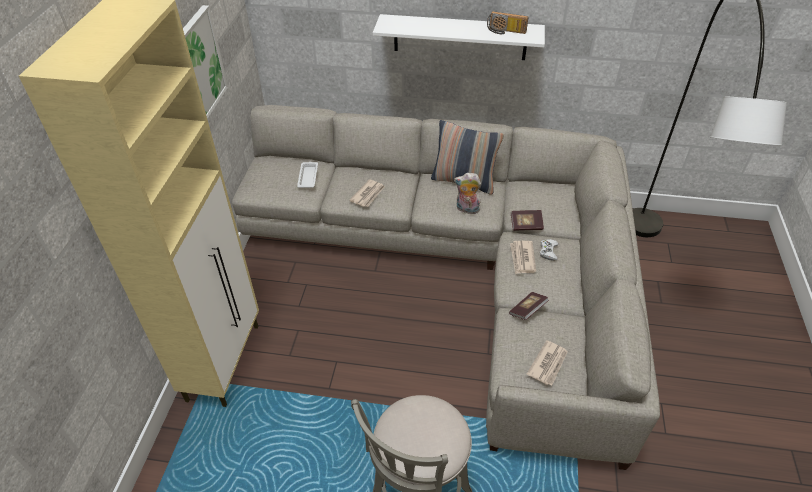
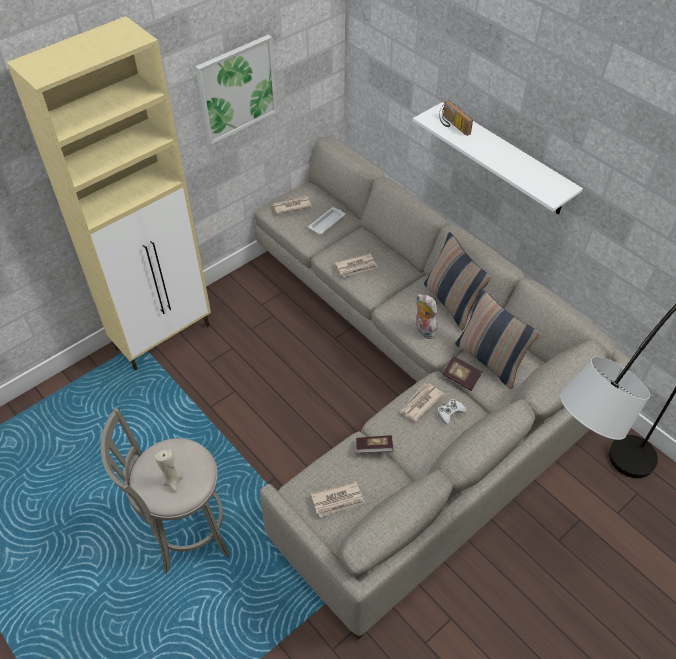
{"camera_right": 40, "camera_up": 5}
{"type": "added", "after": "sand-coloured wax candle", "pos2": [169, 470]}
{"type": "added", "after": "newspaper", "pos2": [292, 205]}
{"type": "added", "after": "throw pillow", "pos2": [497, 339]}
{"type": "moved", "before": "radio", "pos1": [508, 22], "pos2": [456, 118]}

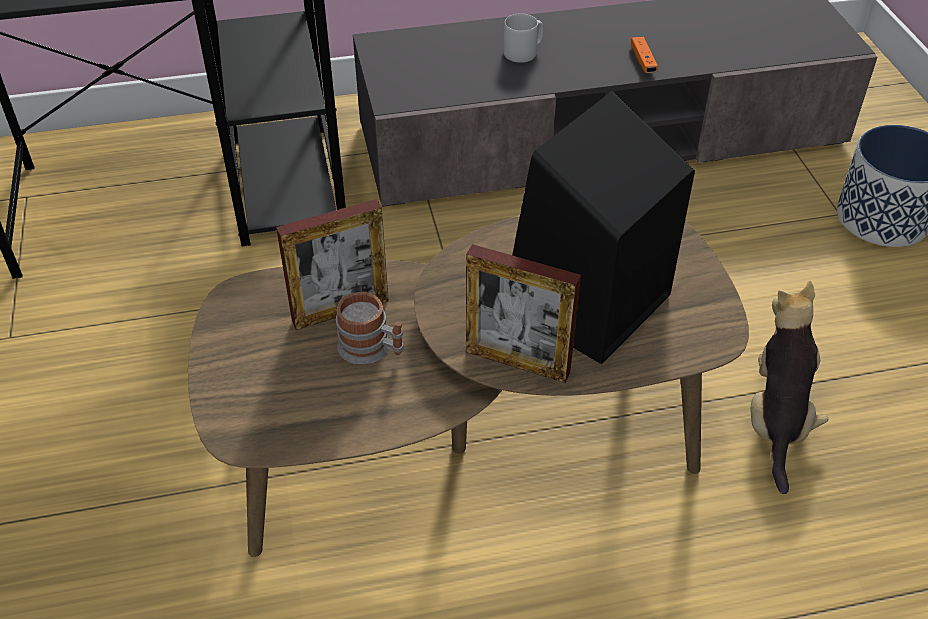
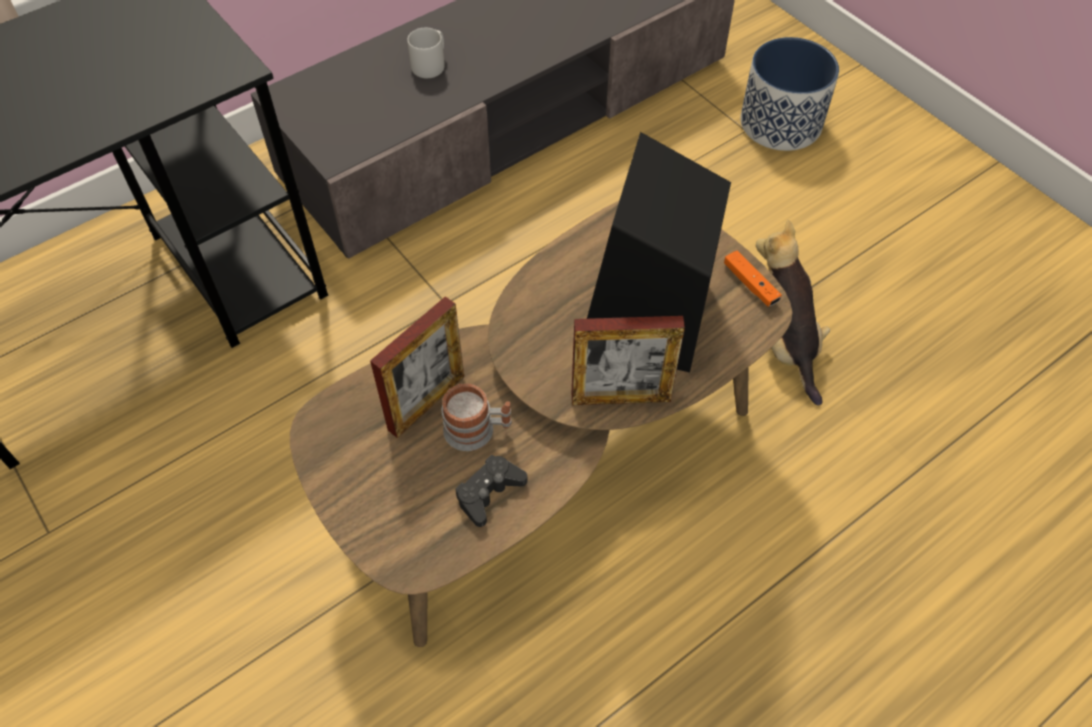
{"camera_right": -25, "camera_up": 10}
{"type": "added", "after": "blackish game controller", "pos2": [492, 491]}
{"type": "moved", "before": "orangey game controller", "pos1": [644, 55], "pos2": [753, 278]}

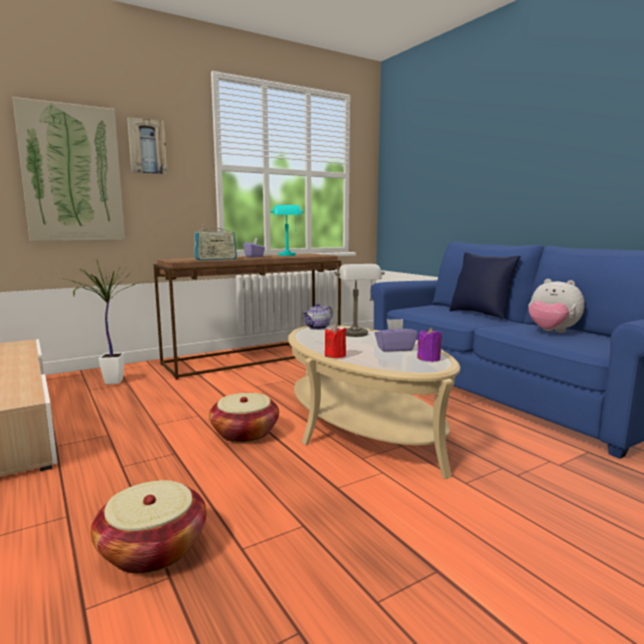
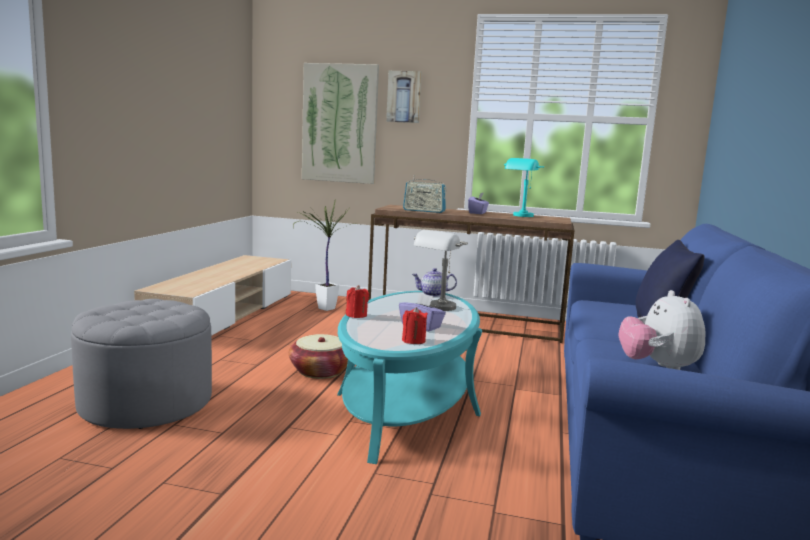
{"camera_right": 45, "camera_up": 0}
{"type": "replaced", "before": "storage basket", "after": "gray footrest", "pos1": [148, 527], "pos2": [141, 364]}
{"type": "recoloured", "before": "sand-coloured low table", "after": "blue-green low table", "pos1": [374, 402], "pos2": [409, 377]}
{"type": "recoloured", "before": "purplish wax candle", "after": "red wax candle", "pos1": [429, 345], "pos2": [415, 325]}

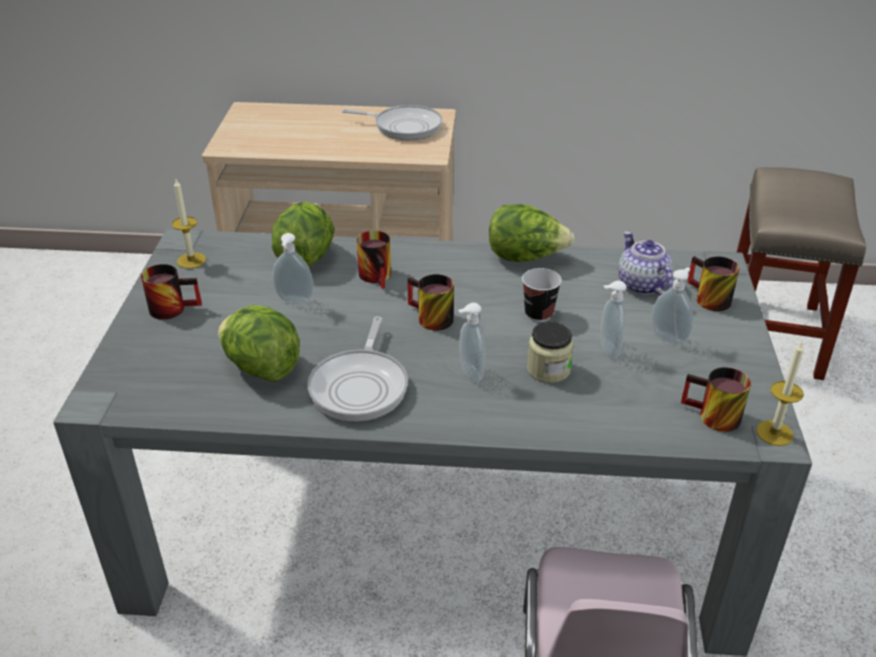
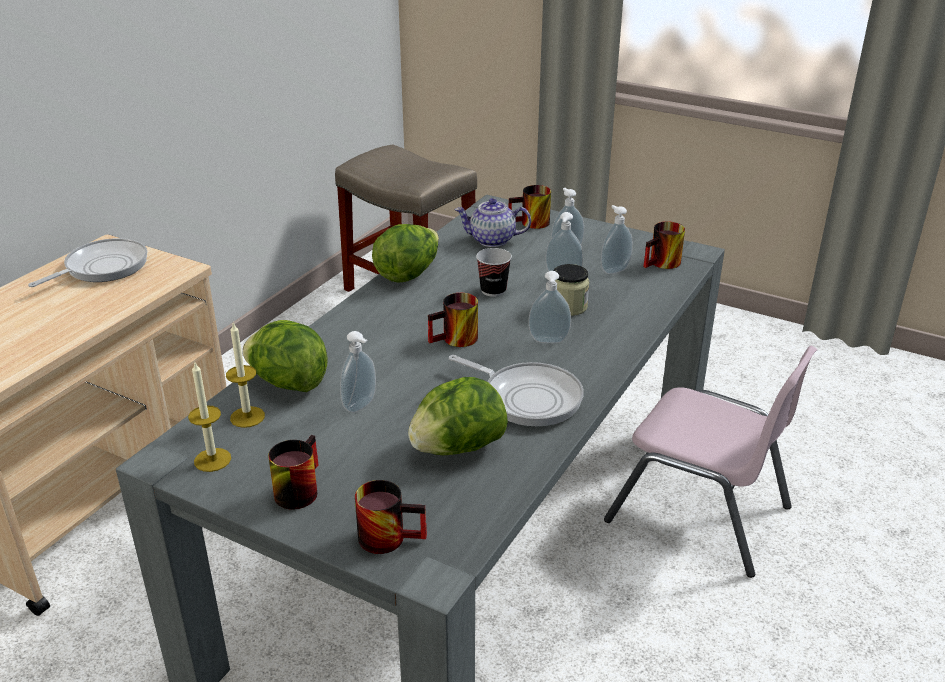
{"camera_right": -65, "camera_up": -5}
{"type": "added", "after": "soap bottle", "pos2": [617, 239]}
{"type": "moved", "before": "mug", "pos1": [374, 259], "pos2": [391, 517]}
{"type": "moved", "before": "wax candle", "pos1": [780, 394], "pos2": [245, 375]}

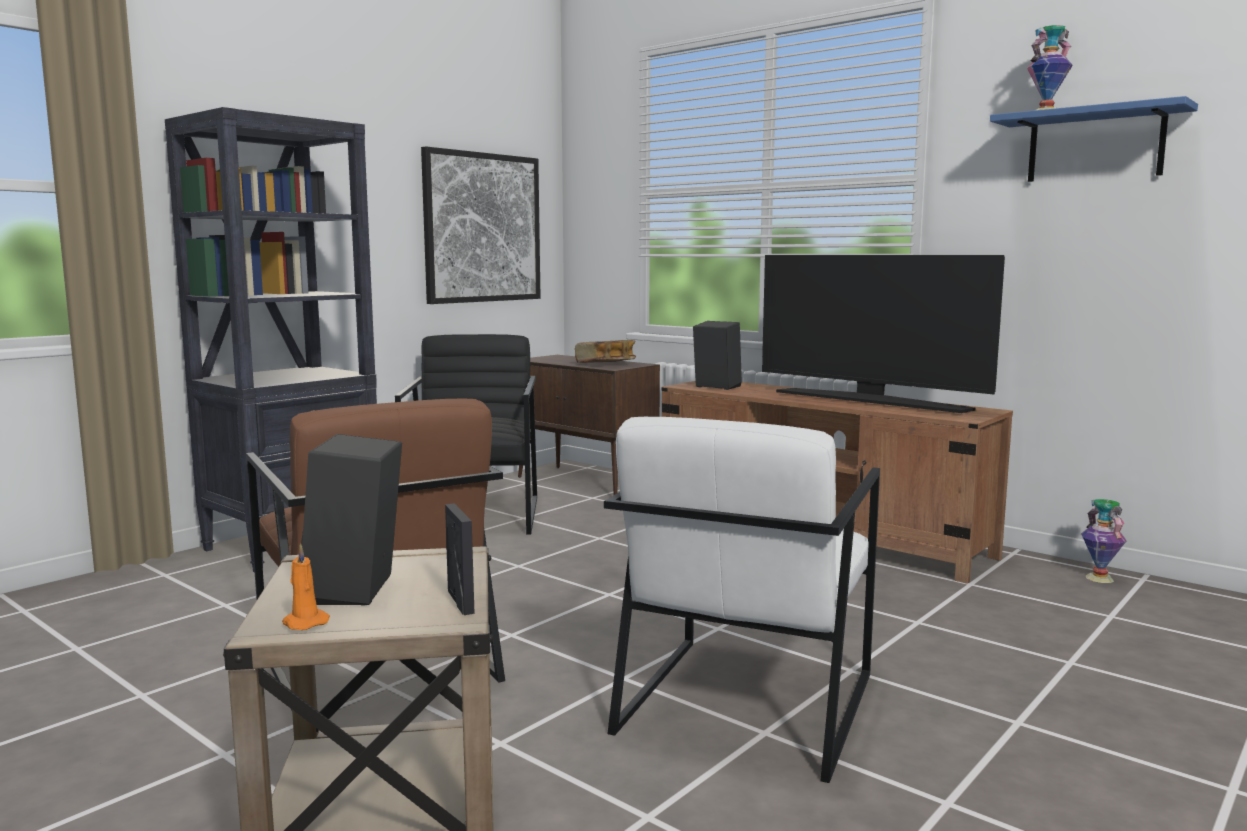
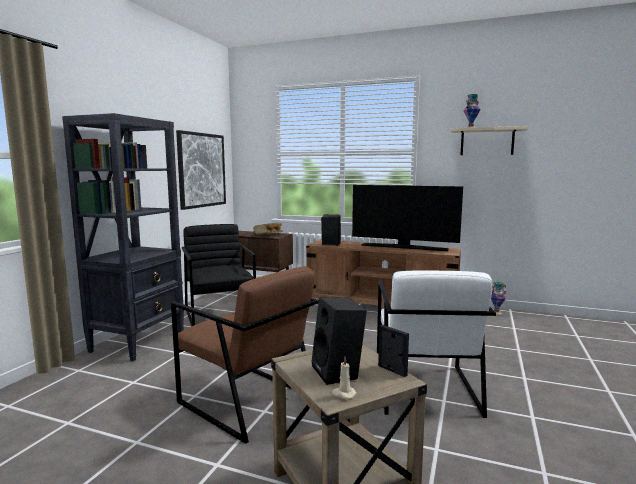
{"camera_right": -20, "camera_up": 0}
{"type": "recoloured", "before": "orangey wax candle", "after": "sand-coloured wax candle", "pos1": [306, 586], "pos2": [344, 378]}
{"type": "recoloured", "before": "blue-coloured wall shelf", "after": "sand-coloured wall shelf", "pos1": [1094, 139], "pos2": [489, 140]}

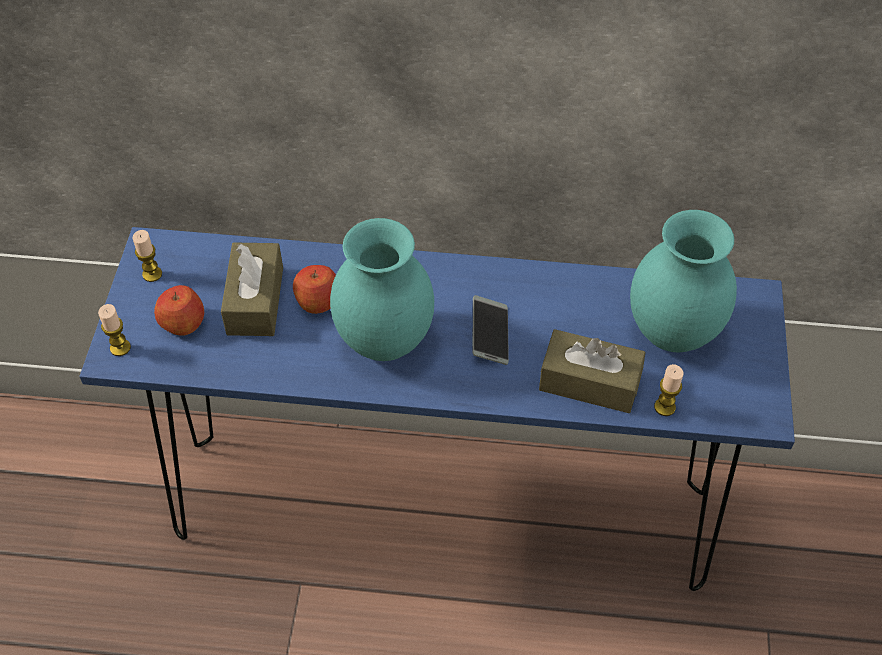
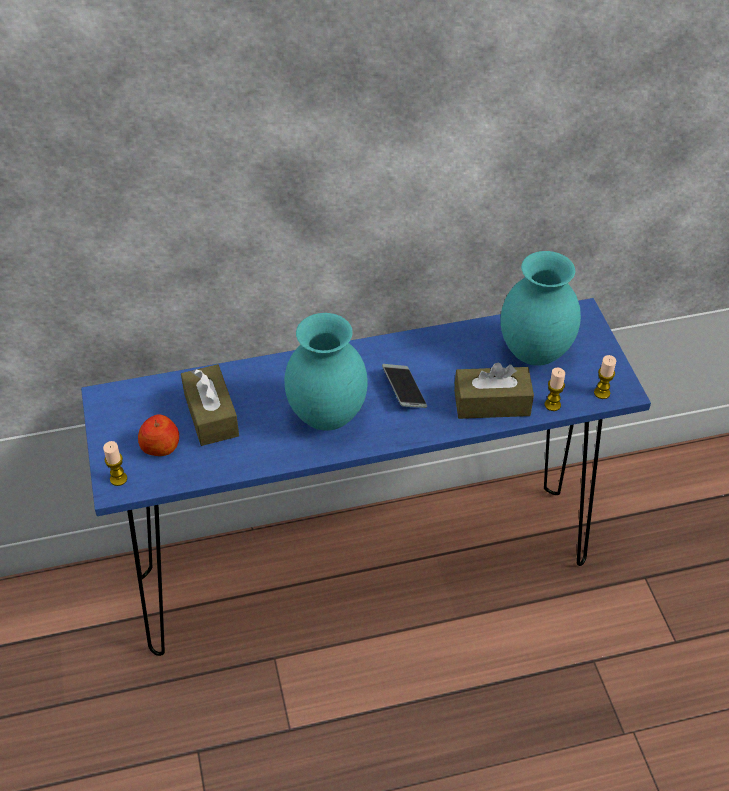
{"camera_right": -20, "camera_up": -5}
{"type": "removed", "before": "whole apple", "pos1": [314, 289]}
{"type": "moved", "before": "wax candle", "pos1": [147, 256], "pos2": [605, 377]}

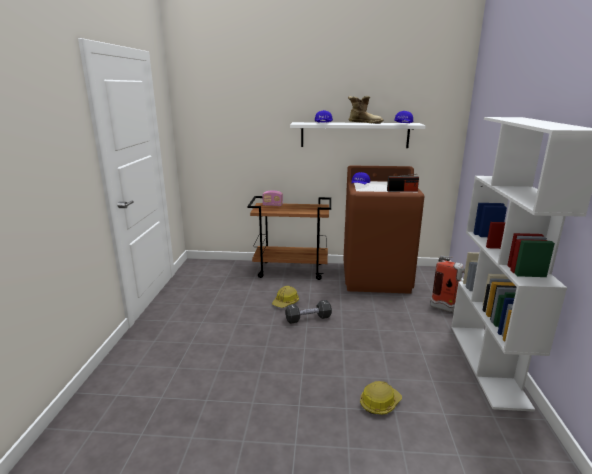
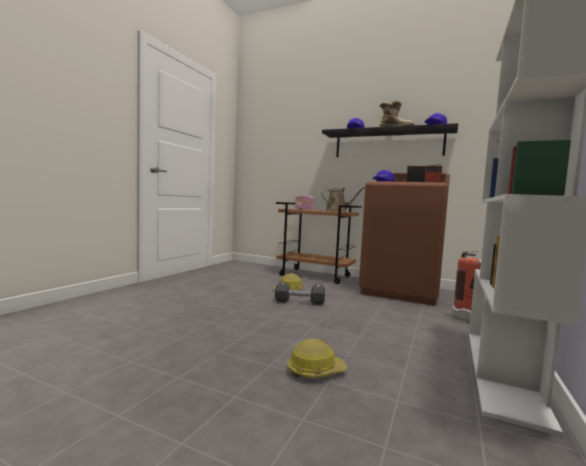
{"camera_right": 20, "camera_up": -15}
{"type": "added", "after": "brown watering can", "pos2": [343, 199]}
{"type": "recoloured", "before": "white wall shelf", "after": "blackish wall shelf", "pos1": [358, 135], "pos2": [390, 140]}

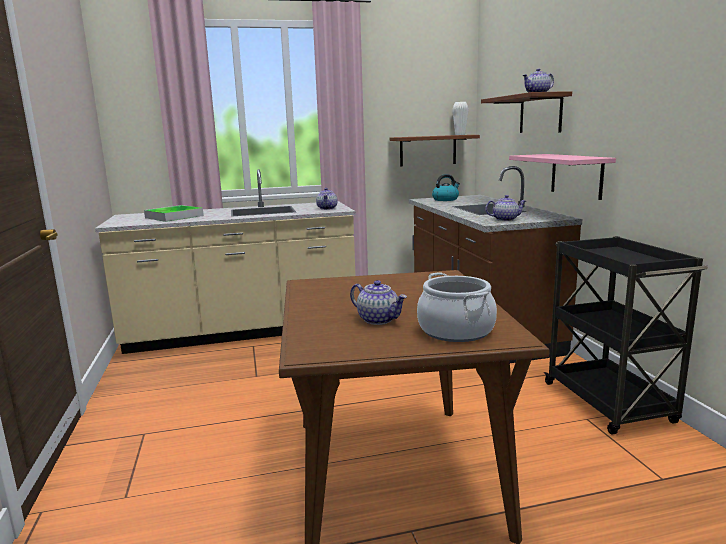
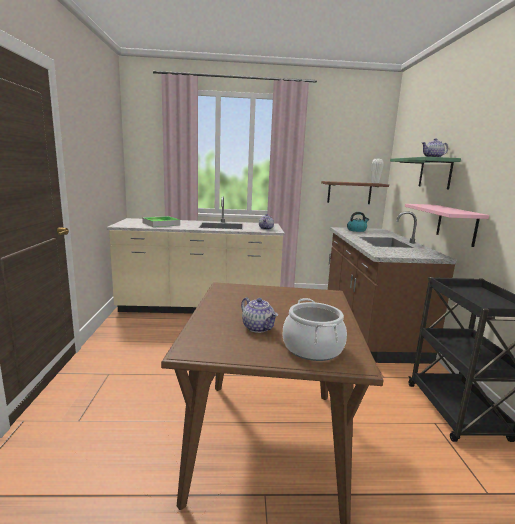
{"camera_right": 10, "camera_up": 0}
{"type": "removed", "before": "pot for tea", "pos1": [505, 208]}
{"type": "recoloured", "before": "brown wall shelf", "after": "green-coloured wall shelf", "pos1": [526, 112], "pos2": [425, 173]}

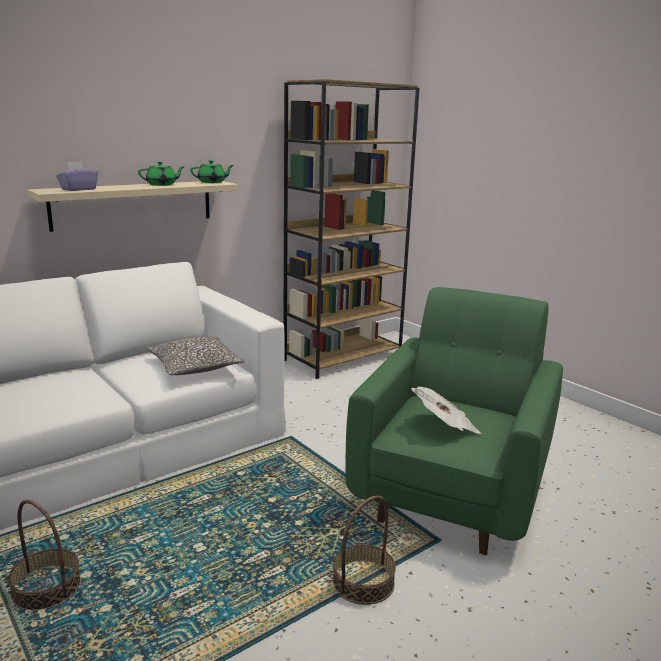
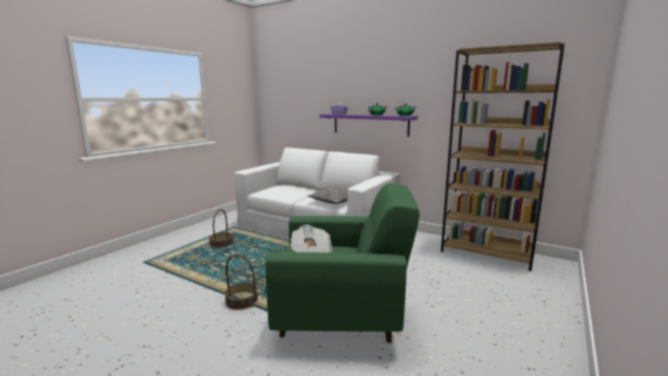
{"camera_right": 70, "camera_up": -5}
{"type": "recoloured", "before": "sand-coloured wall shelf", "after": "purplish wall shelf", "pos1": [132, 206], "pos2": [369, 125]}

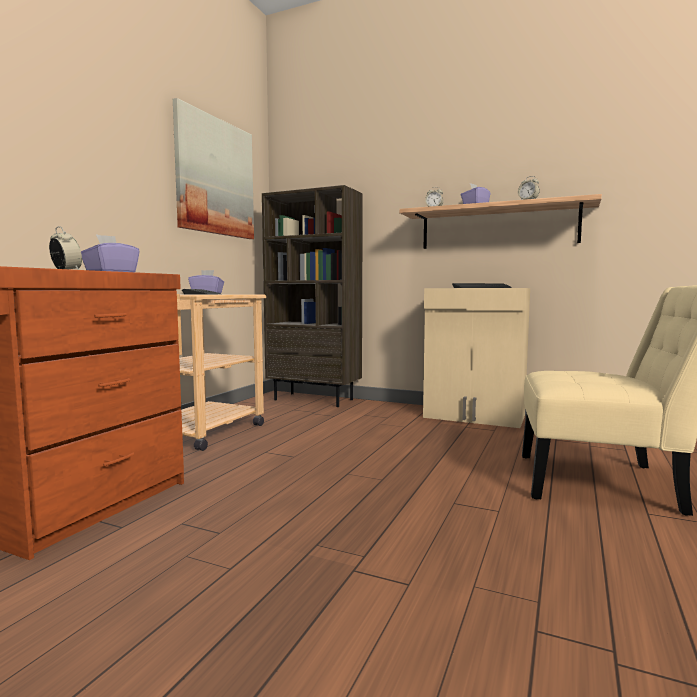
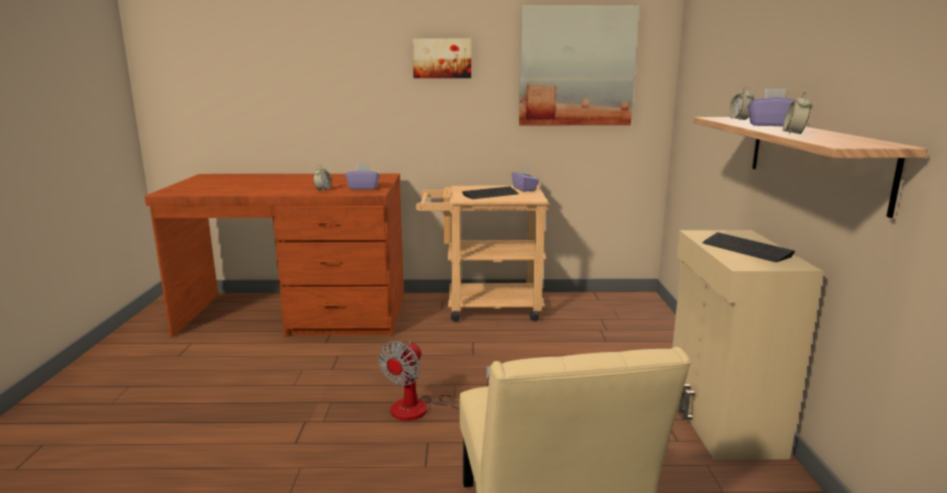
{"camera_right": 65, "camera_up": 10}
{"type": "removed", "before": "brown bookshelf", "pos1": [312, 296]}
{"type": "added", "after": "electric fan", "pos2": [434, 381]}
{"type": "added", "after": "wall picture", "pos2": [441, 58]}

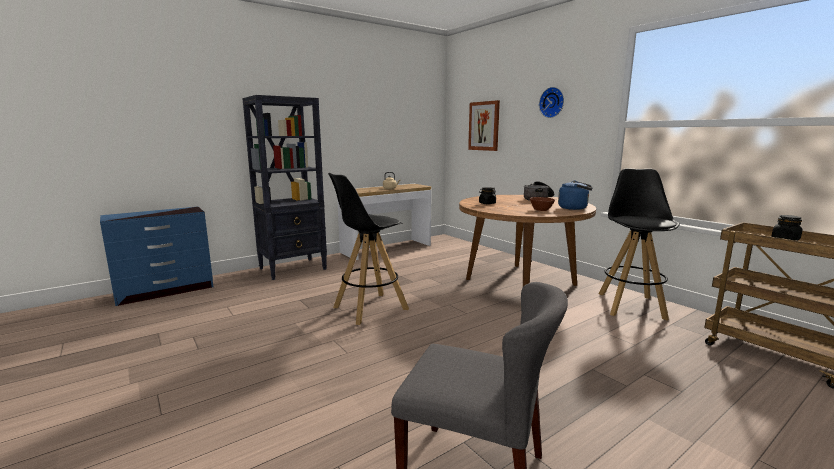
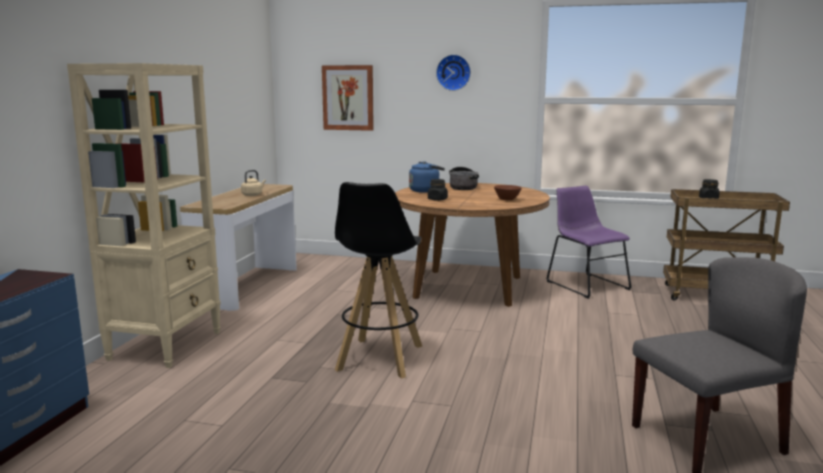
{"camera_right": -40, "camera_up": 0}
{"type": "moved", "before": "blue-coloured tea kettle", "pos1": [575, 195], "pos2": [427, 177]}
{"type": "replaced", "before": "blackish sitting stool", "after": "purplish upright chair", "pos1": [639, 244], "pos2": [588, 242]}
{"type": "recoloured", "before": "blackish bookshelf", "after": "sand-coloured bookshelf", "pos1": [284, 187], "pos2": [144, 215]}

